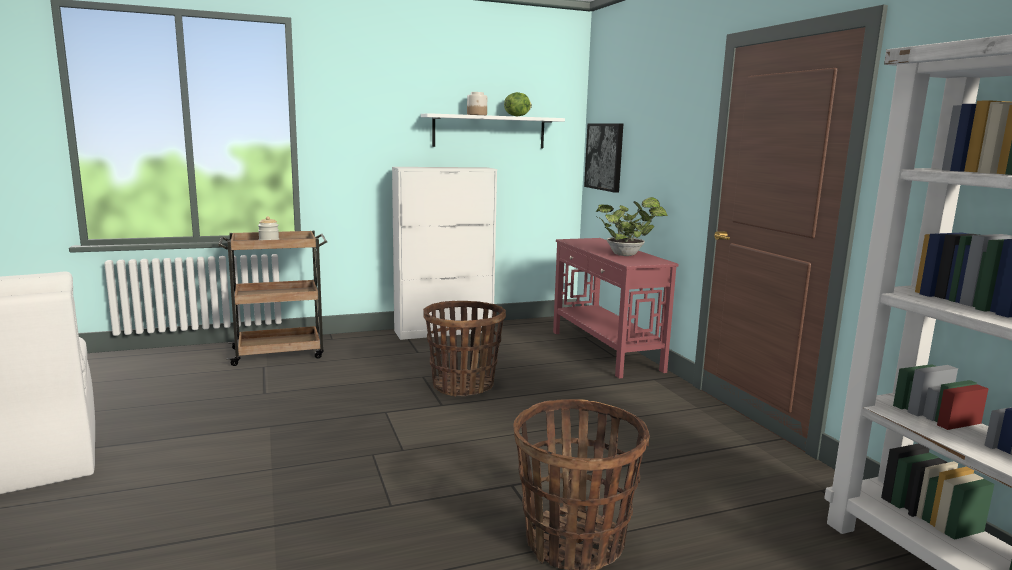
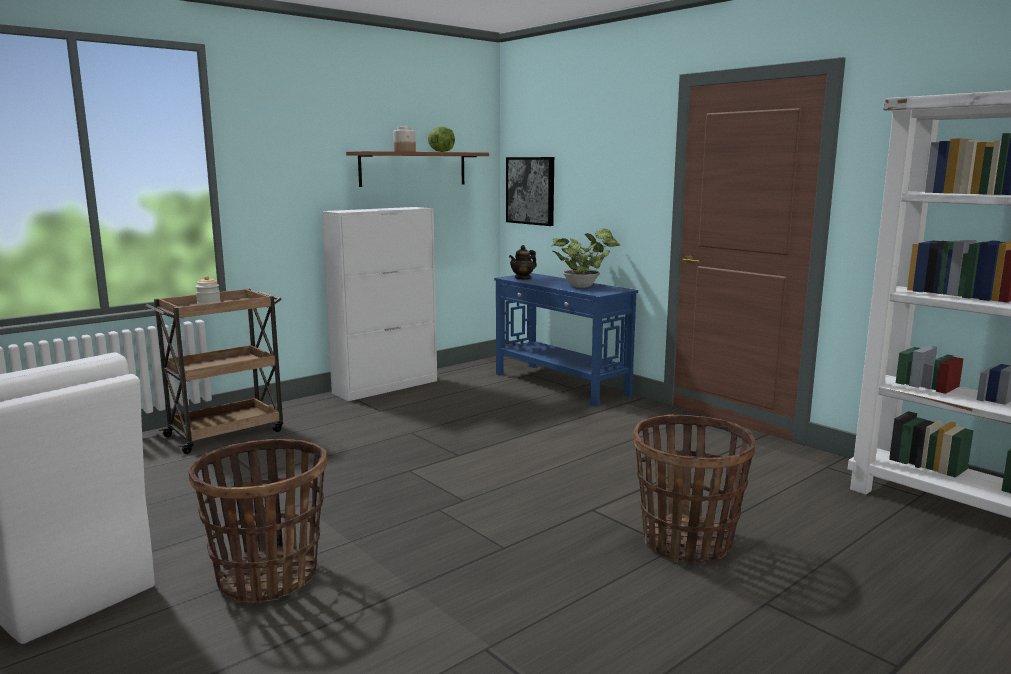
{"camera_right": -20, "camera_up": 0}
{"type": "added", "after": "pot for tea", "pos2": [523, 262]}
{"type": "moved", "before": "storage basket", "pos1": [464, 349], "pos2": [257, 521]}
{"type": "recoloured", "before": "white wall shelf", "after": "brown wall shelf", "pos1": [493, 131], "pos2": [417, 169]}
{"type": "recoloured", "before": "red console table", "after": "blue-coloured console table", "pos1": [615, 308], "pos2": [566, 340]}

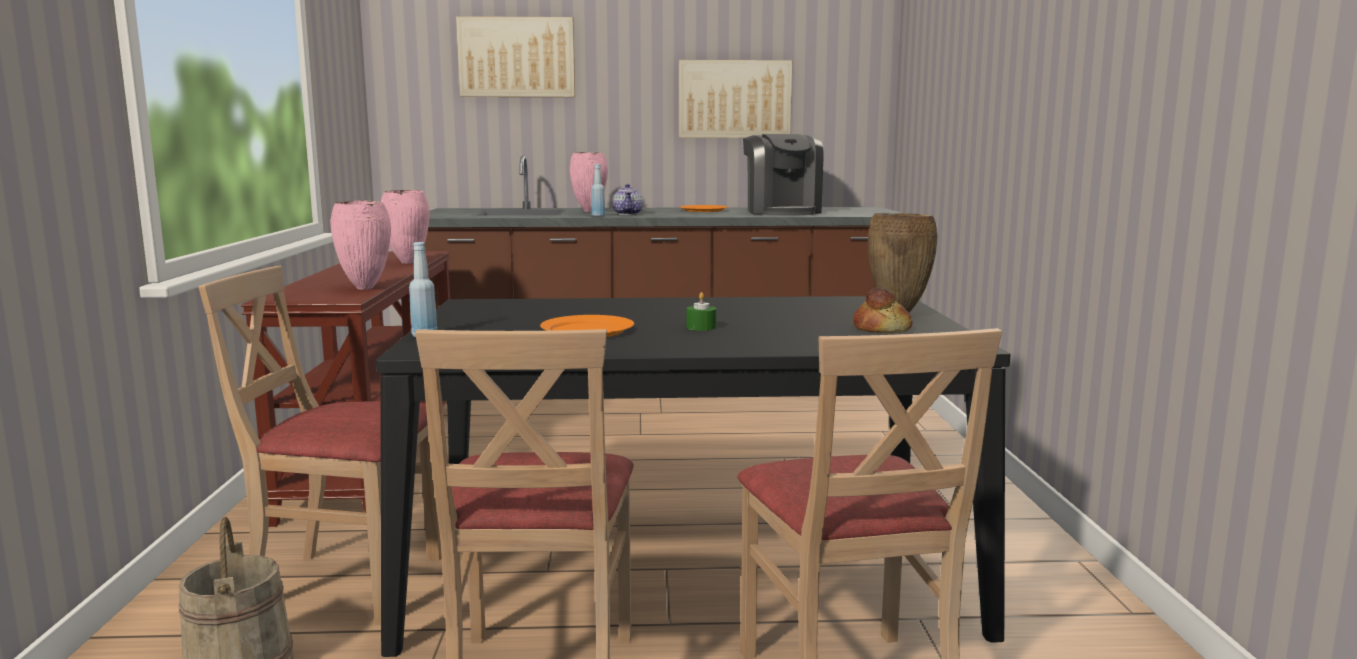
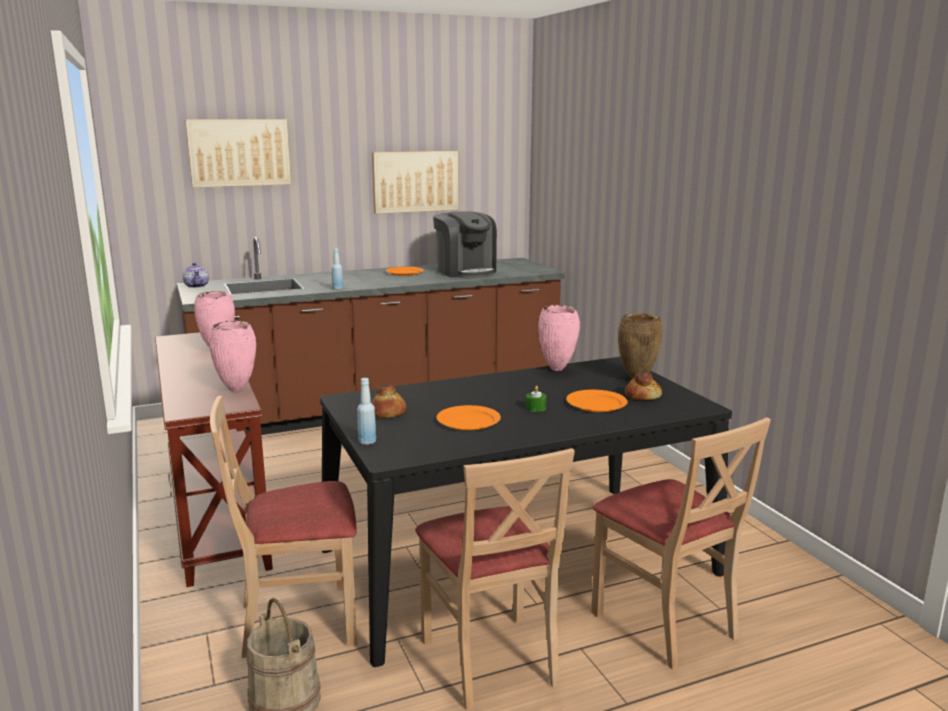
{"camera_right": -20, "camera_up": 5}
{"type": "added", "after": "bread", "pos2": [388, 400]}
{"type": "added", "after": "orangey dinner plate", "pos2": [597, 401]}
{"type": "moved", "before": "pink decorative vase", "pos1": [589, 182], "pos2": [559, 338]}
{"type": "moved", "before": "pot for tea", "pos1": [627, 199], "pos2": [196, 275]}

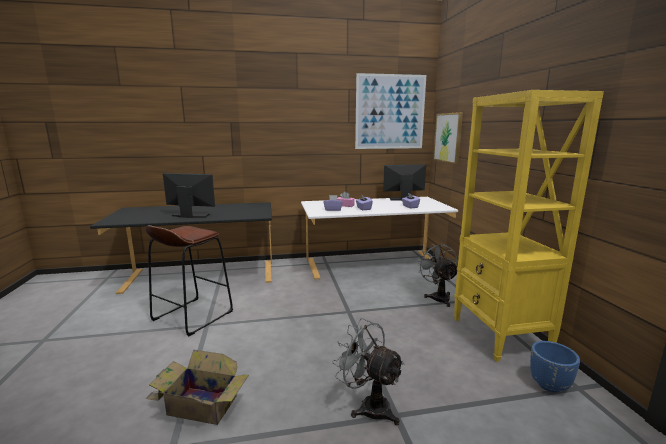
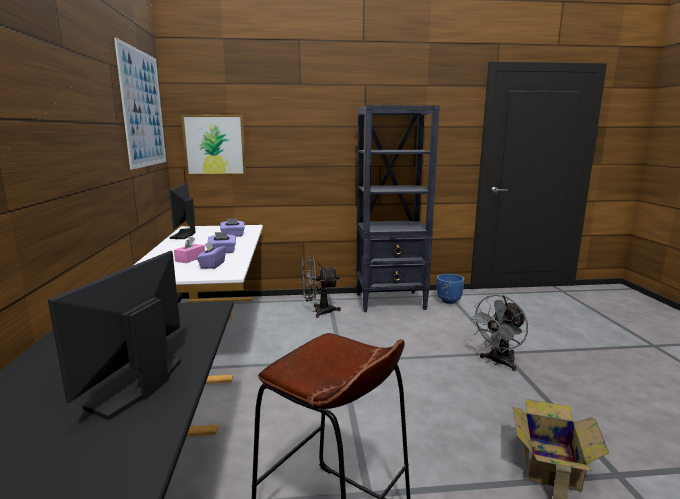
{"camera_right": -85, "camera_up": 0}
{"type": "recoloured", "before": "yellowish bookshelf", "after": "blackish bookshelf", "pos1": [529, 226], "pos2": [398, 208]}

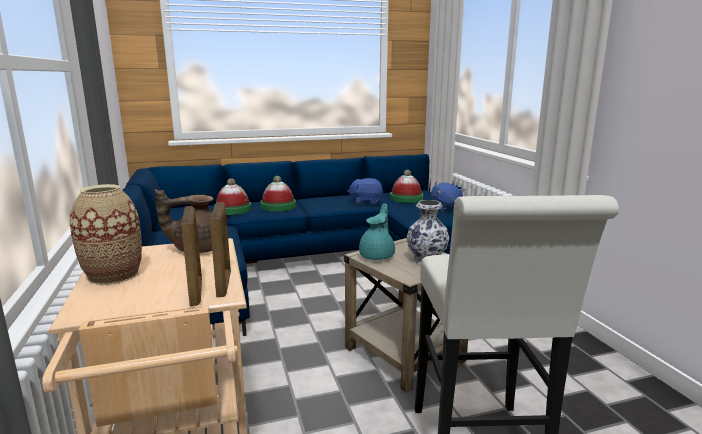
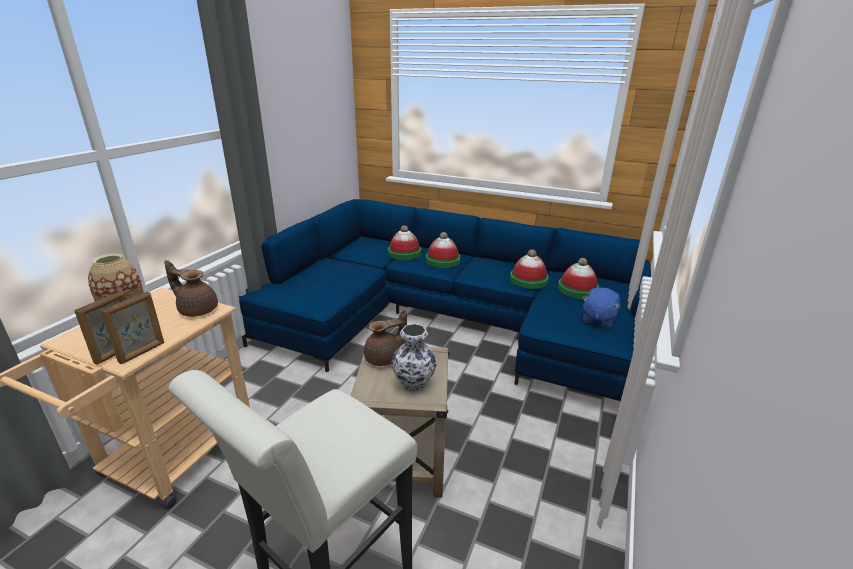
{"camera_right": 40, "camera_up": 10}
{"type": "replaced", "before": "blue-coloured soft toy", "after": "clothing hat", "pos1": [365, 191], "pos2": [529, 269]}
{"type": "recoloured", "before": "blue-green pot for tea", "after": "brown pot for tea", "pos1": [377, 231], "pos2": [385, 338]}

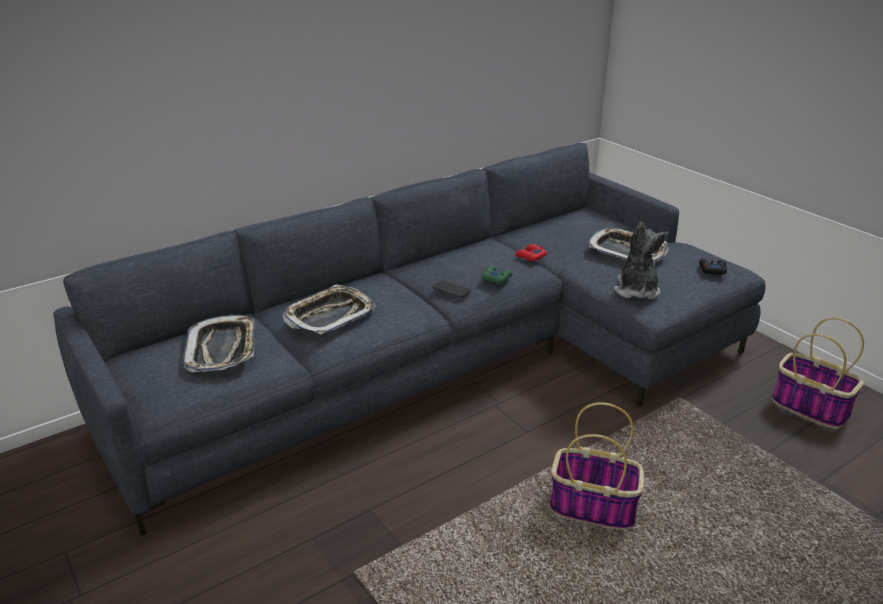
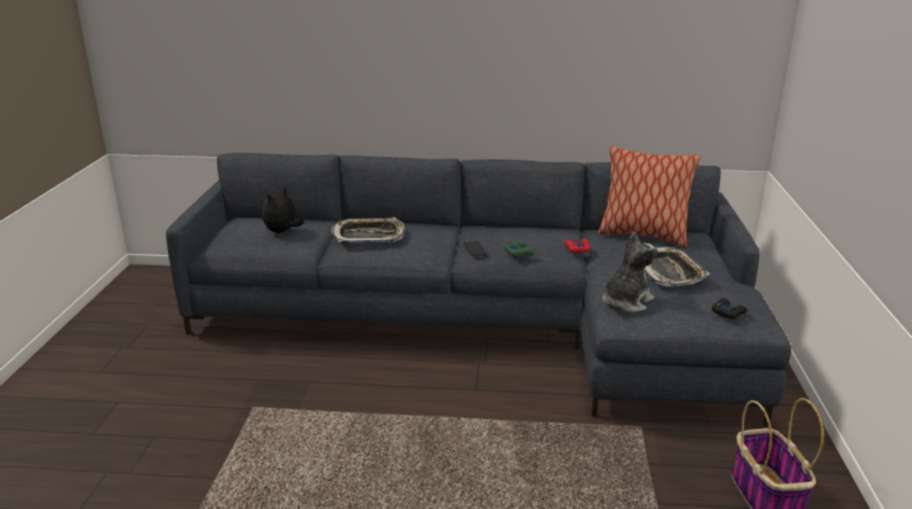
{"camera_right": 40, "camera_up": -5}
{"type": "removed", "before": "storage basket", "pos1": [597, 465]}
{"type": "added", "after": "throw pillow", "pos2": [649, 196]}
{"type": "replaced", "before": "tray", "after": "soft toy", "pos1": [219, 343], "pos2": [283, 209]}

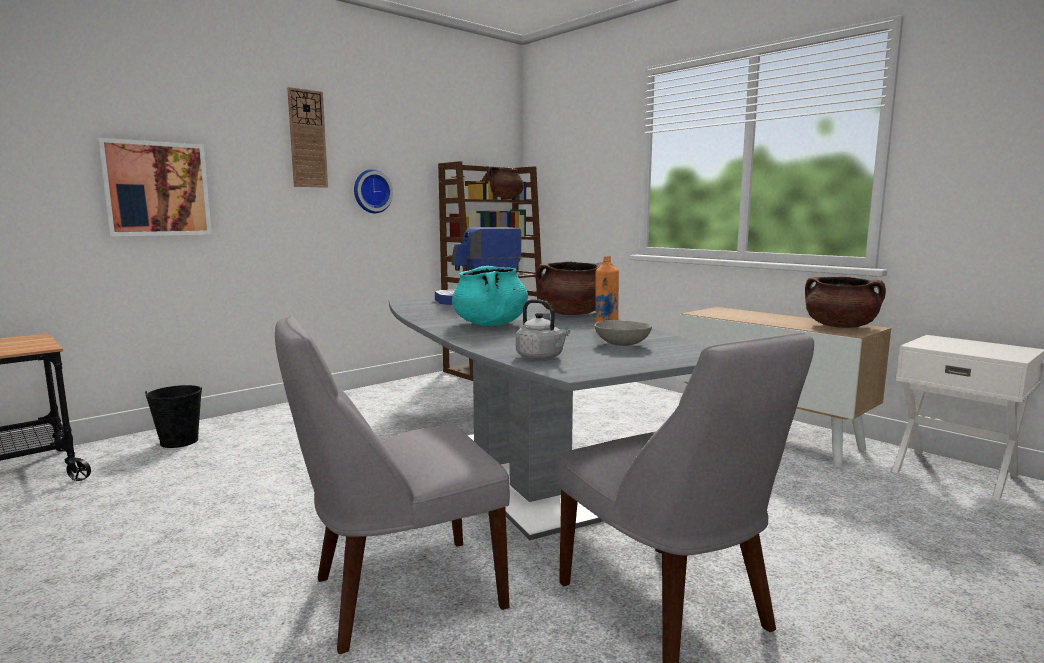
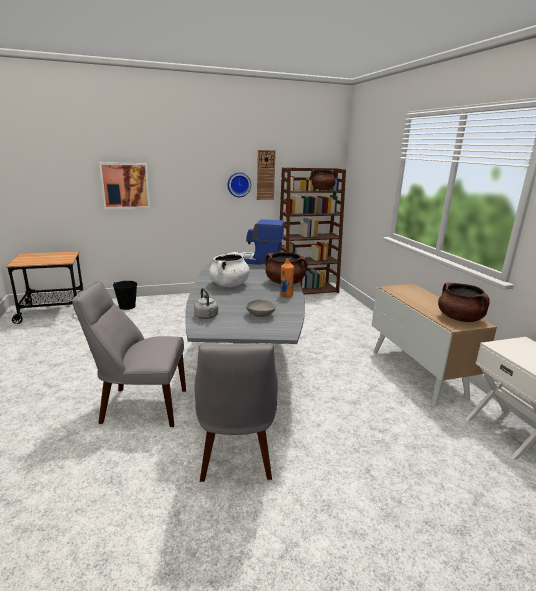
{"camera_right": 25, "camera_up": 10}
{"type": "moved", "before": "hanging clock", "pos1": [307, 137], "pos2": [266, 175]}
{"type": "recoloured", "before": "blue-green cooking pot", "after": "white cooking pot", "pos1": [490, 296], "pos2": [229, 269]}

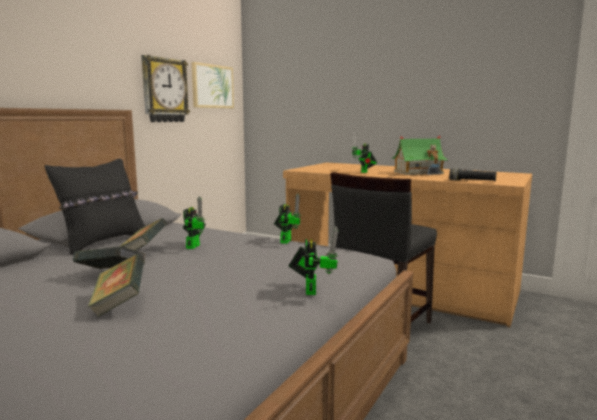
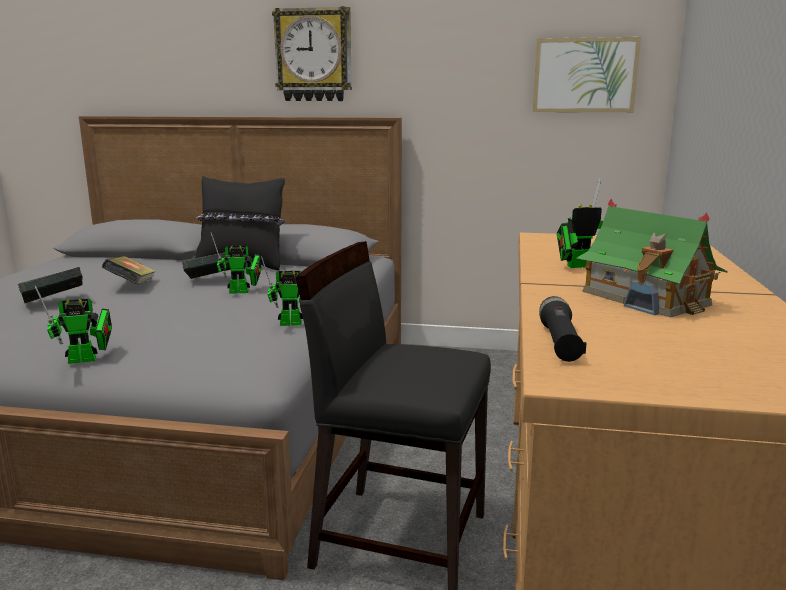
{"camera_right": 70, "camera_up": 5}
{"type": "moved", "before": "hanging clock", "pos1": [165, 88], "pos2": [312, 53]}

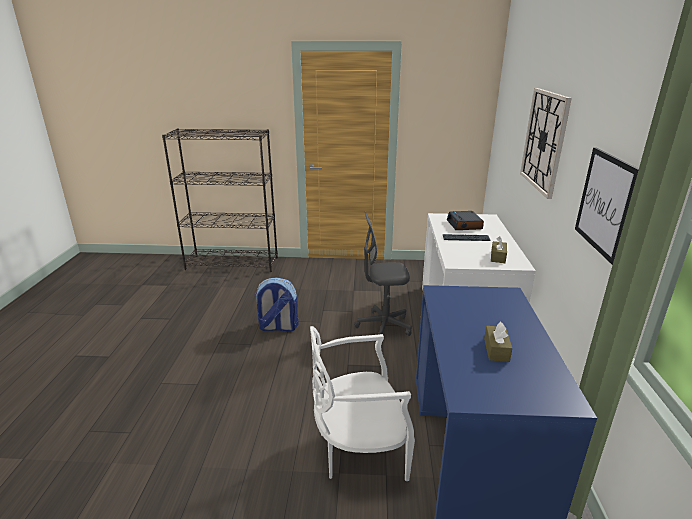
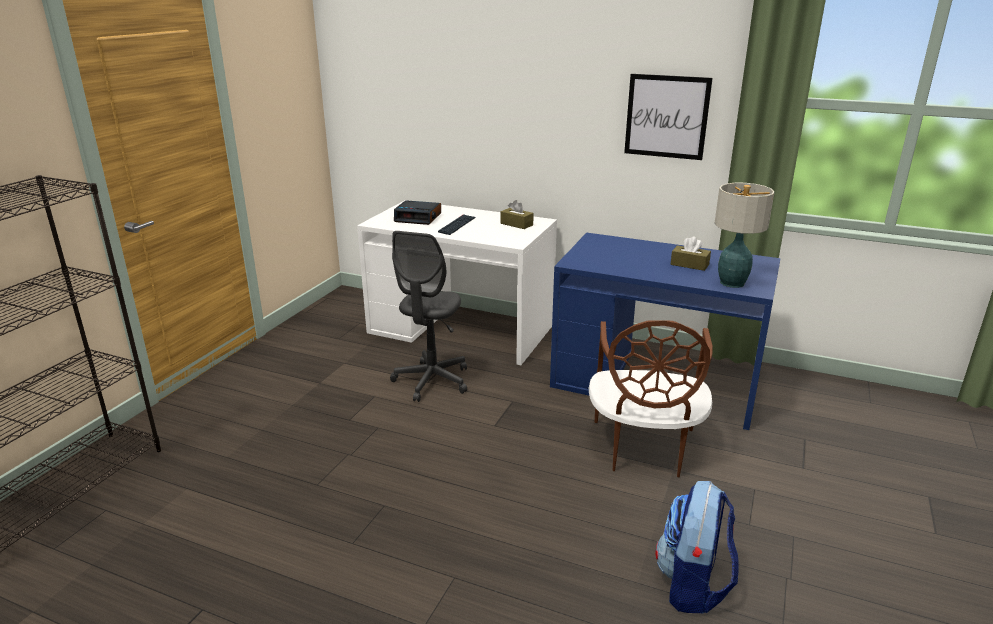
{"camera_right": -70, "camera_up": 0}
{"type": "removed", "before": "hanging clock", "pos1": [546, 143]}
{"type": "added", "after": "lamp for a table", "pos2": [745, 235]}
{"type": "moved", "before": "backpack", "pos1": [277, 304], "pos2": [697, 547]}
{"type": "recoloured", "before": "white upright chair", "after": "brown upright chair", "pos1": [362, 403], "pos2": [651, 398]}

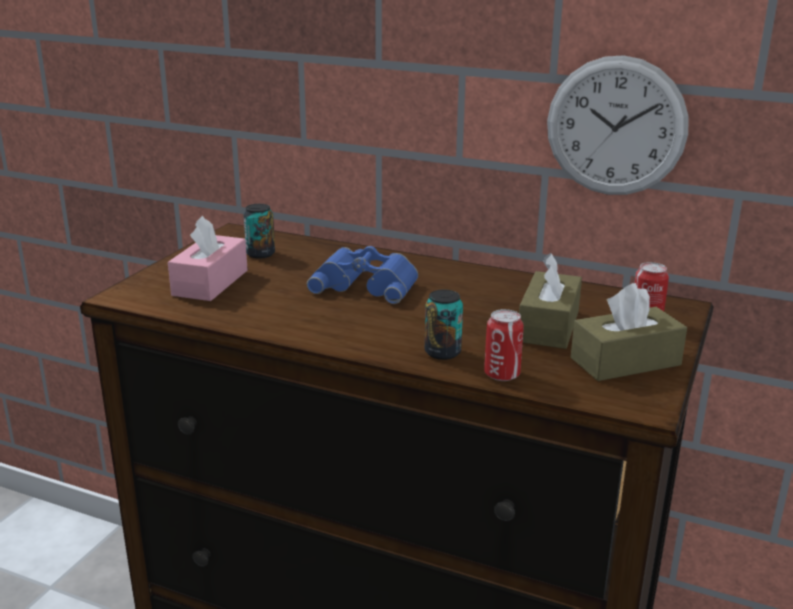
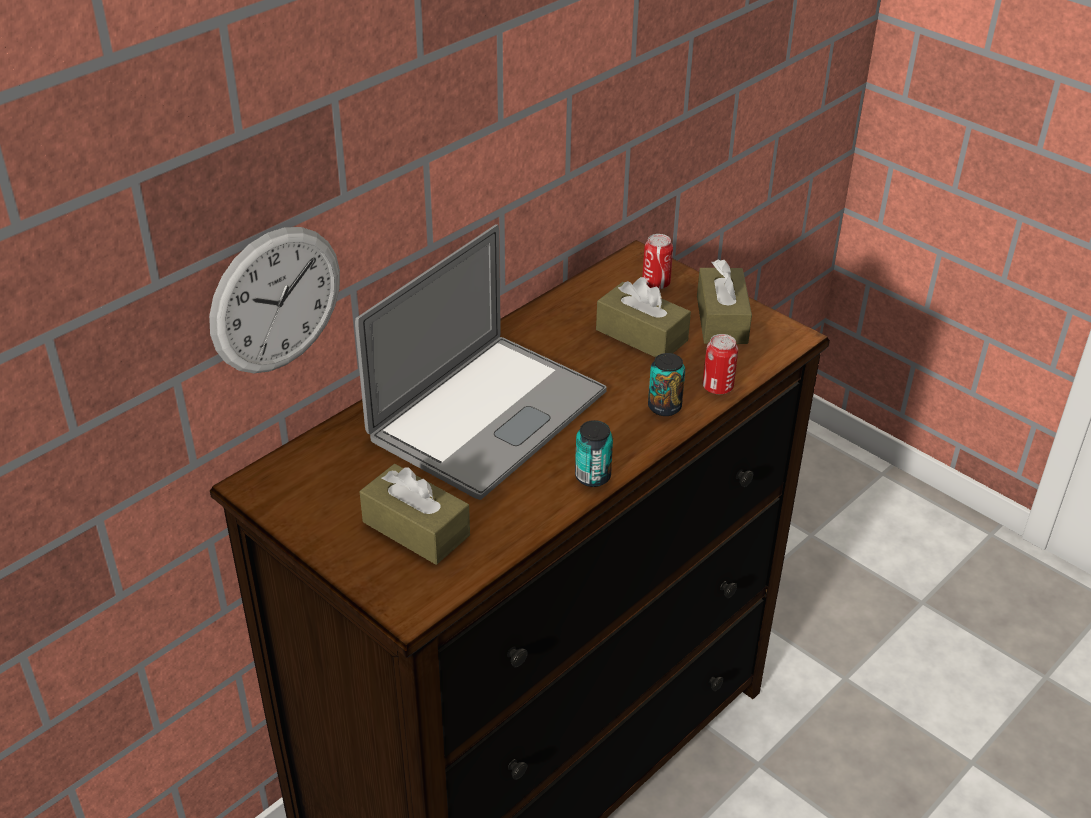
{"camera_right": -70, "camera_up": 15}
{"type": "moved", "before": "sealed can", "pos1": [259, 231], "pos2": [594, 453]}
{"type": "moved", "before": "hanging clock", "pos1": [617, 125], "pos2": [274, 300]}
{"type": "replaced", "before": "blue-coloured pair of binoculars", "after": "portable computer", "pos1": [362, 275], "pos2": [481, 362]}
{"type": "recoloured", "before": "pink tissue box", "after": "brown tissue box", "pos1": [208, 258], "pos2": [415, 514]}

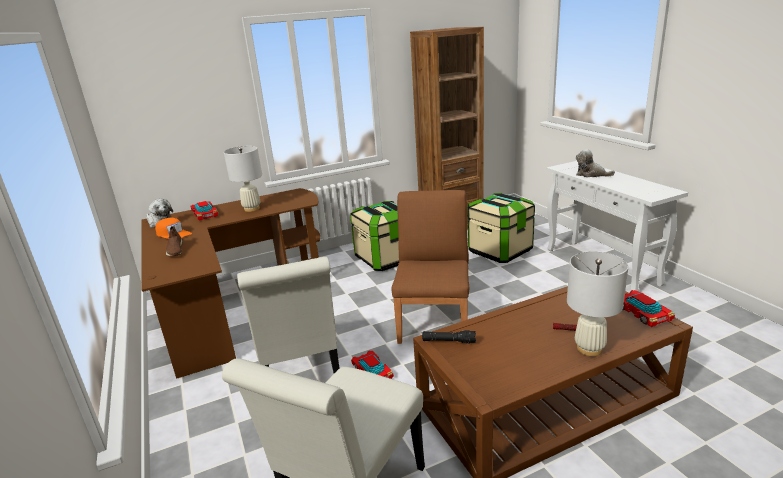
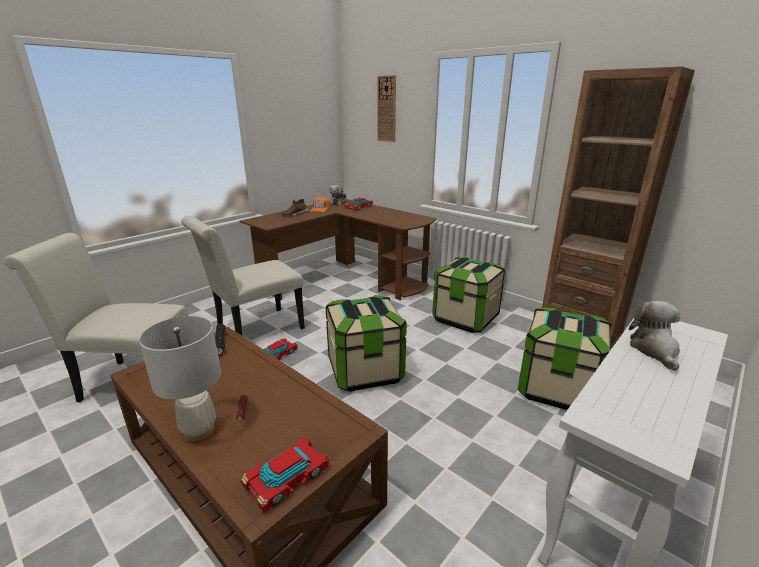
{"camera_right": 65, "camera_up": 0}
{"type": "removed", "before": "white lamp for a table", "pos1": [243, 179]}
{"type": "added", "after": "hanging clock", "pos2": [387, 108]}
{"type": "replaced", "before": "brown upright chair", "after": "storage bin", "pos1": [430, 267], "pos2": [366, 343]}

